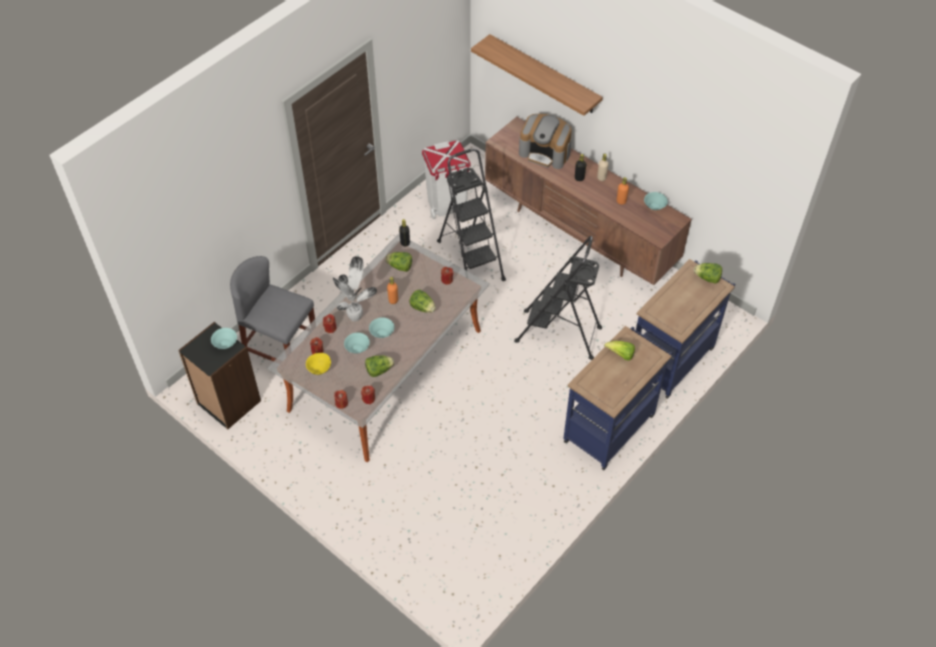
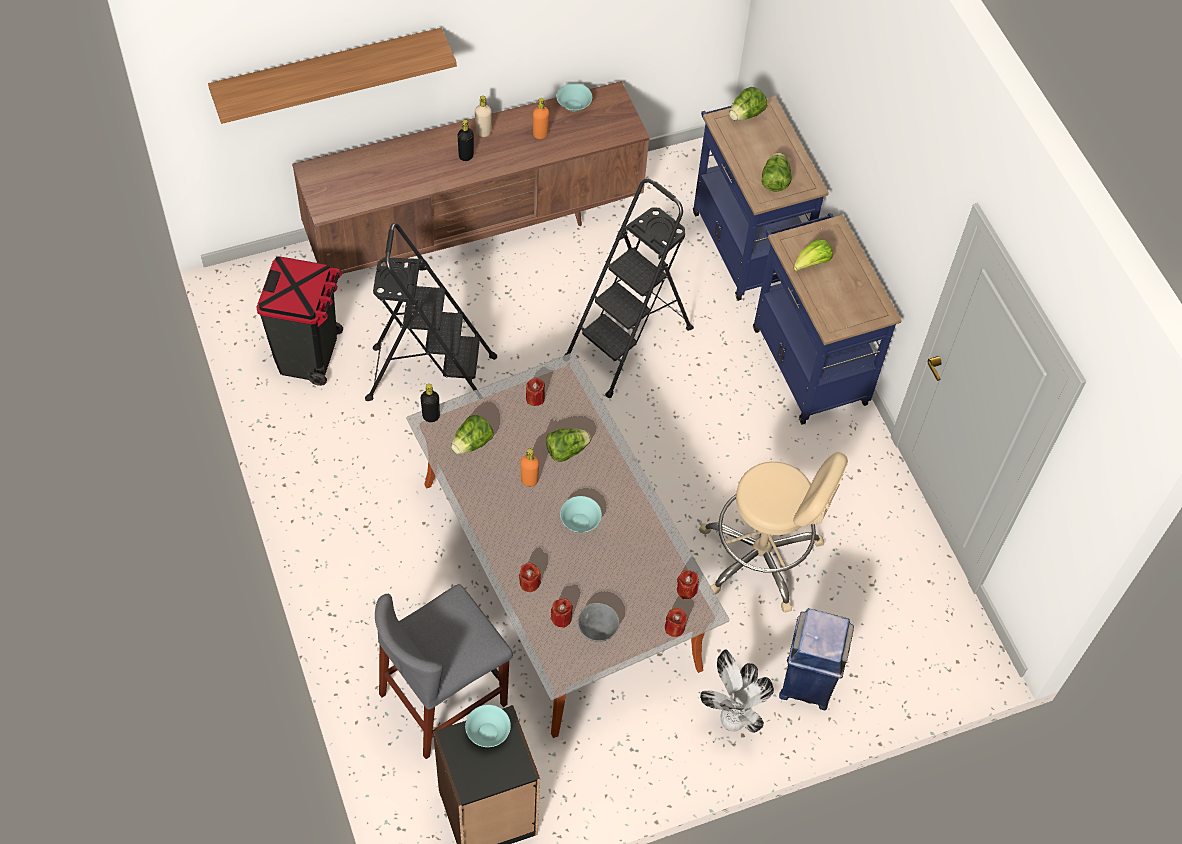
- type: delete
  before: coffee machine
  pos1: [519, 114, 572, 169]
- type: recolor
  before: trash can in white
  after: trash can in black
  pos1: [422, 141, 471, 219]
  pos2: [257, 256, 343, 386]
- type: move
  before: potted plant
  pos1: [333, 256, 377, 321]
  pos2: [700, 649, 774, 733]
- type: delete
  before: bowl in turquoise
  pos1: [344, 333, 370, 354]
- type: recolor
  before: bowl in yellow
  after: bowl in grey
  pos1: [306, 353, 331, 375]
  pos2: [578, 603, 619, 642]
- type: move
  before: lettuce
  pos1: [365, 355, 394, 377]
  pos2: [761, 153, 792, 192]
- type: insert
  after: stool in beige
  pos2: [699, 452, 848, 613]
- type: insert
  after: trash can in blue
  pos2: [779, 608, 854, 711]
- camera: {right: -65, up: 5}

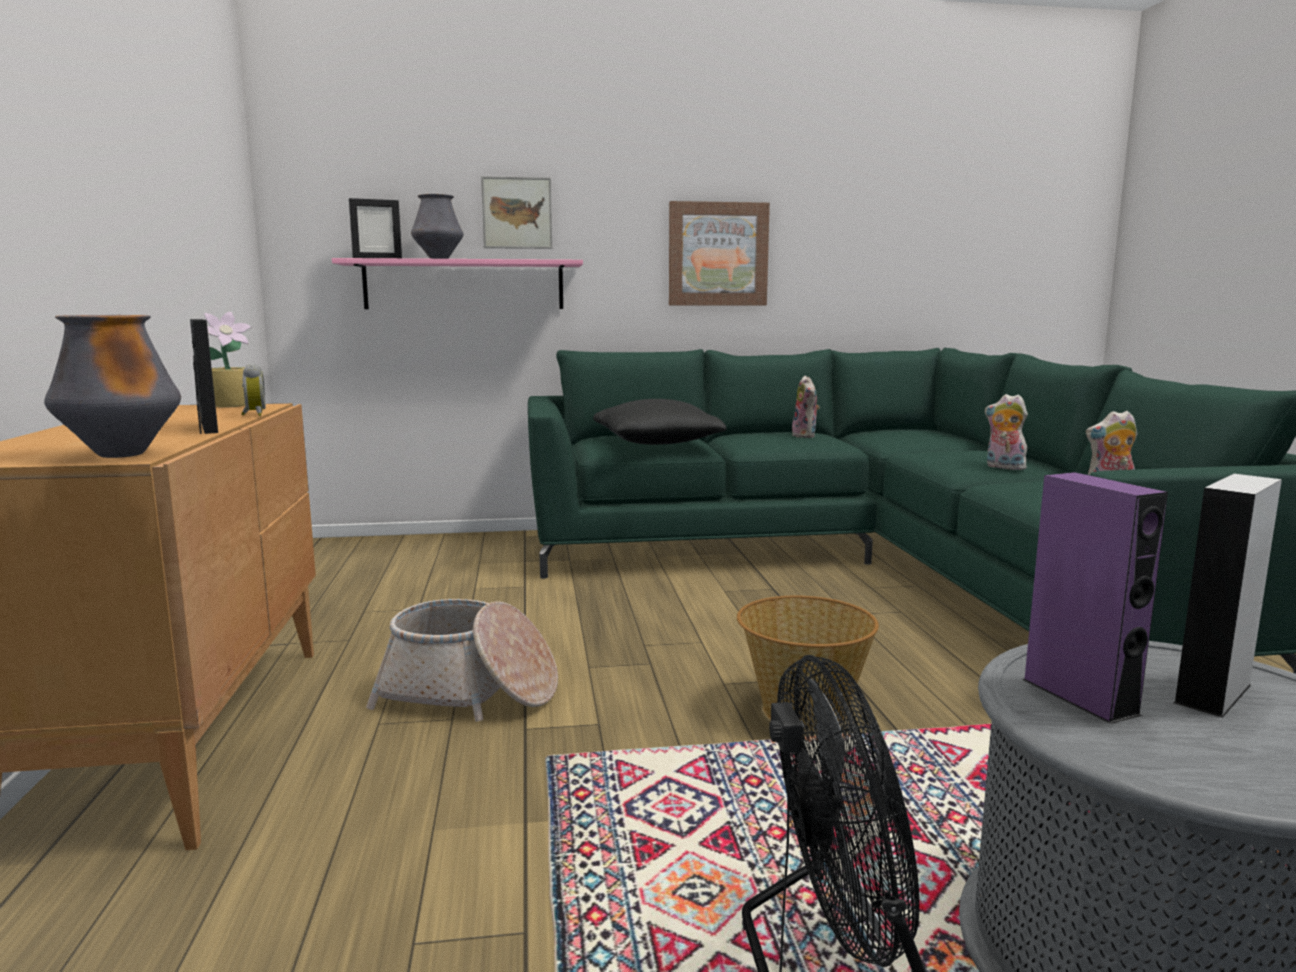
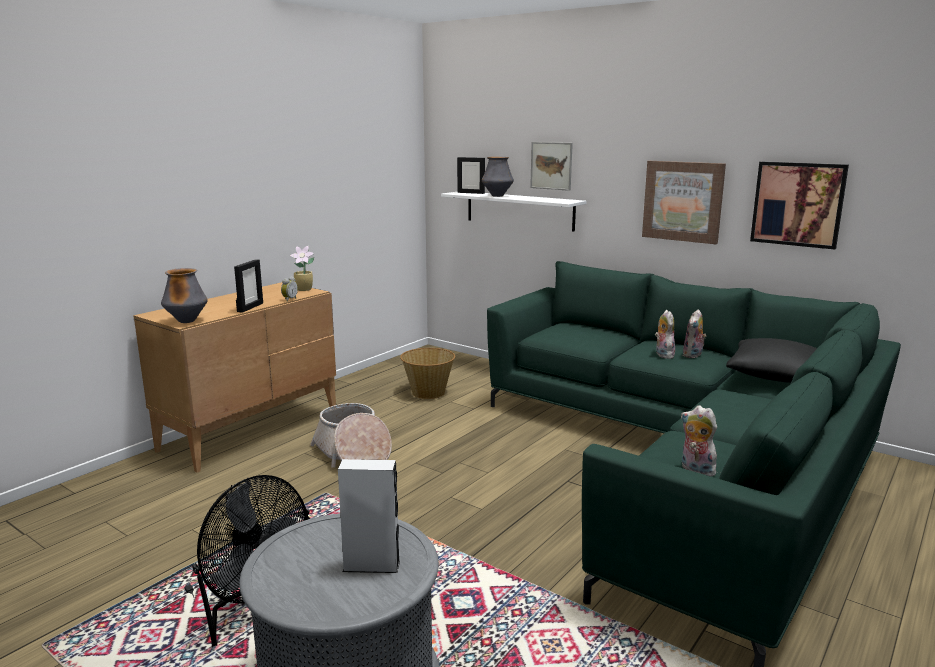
- type: recolor
  before: shelf in pink
  after: shelf in white
  pos1: [332, 258, 583, 309]
  pos2: [441, 192, 587, 231]
- type: move
  before: plush toy
  pos1: [985, 394, 1028, 470]
  pos2: [655, 310, 675, 359]
- type: move
  before: pillow in black
  pos1: [593, 399, 727, 445]
  pos2: [726, 338, 817, 383]
- type: delete
  before: speaker in purple
  pos1: [1022, 472, 1168, 724]
- type: move
  before: basket
  pos1: [737, 596, 879, 730]
  pos2: [400, 348, 455, 399]
- type: insert
  after: picture
  pos2: [750, 162, 849, 250]
- camera: {right: 45, up: 5}

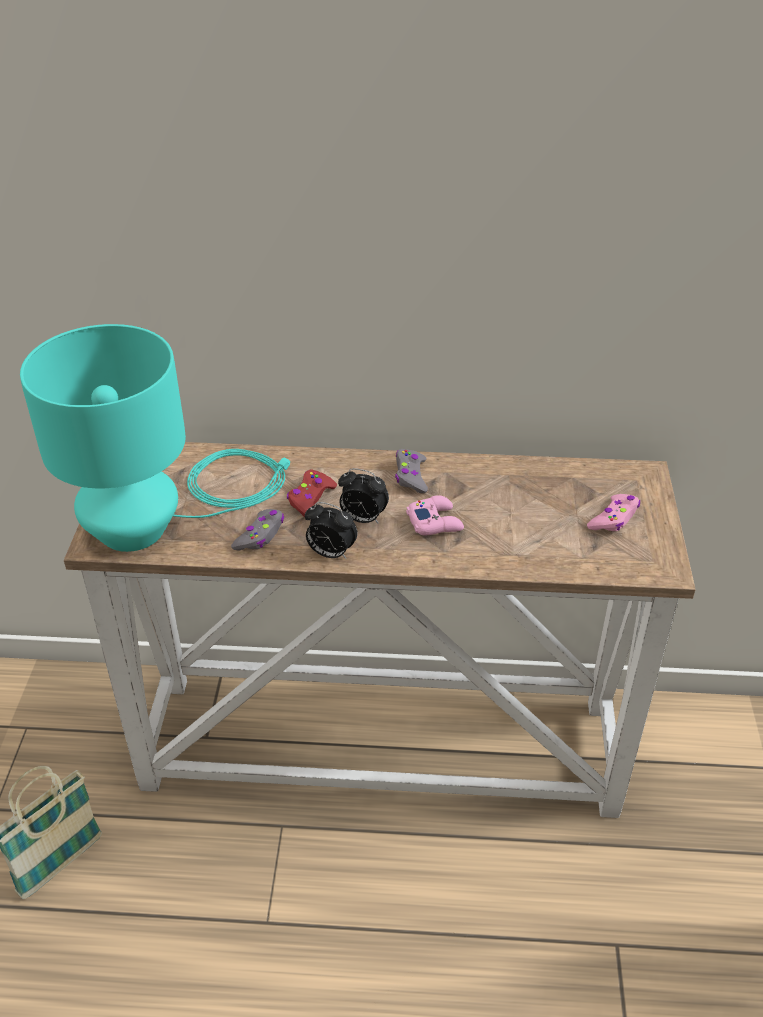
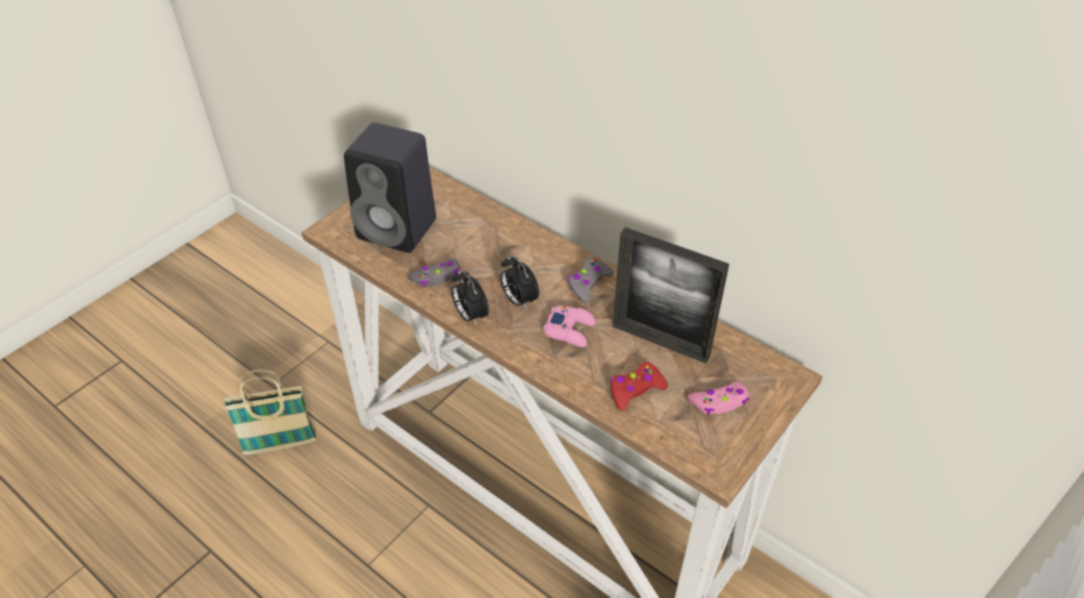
- type: replace
  before: table lamp in turquoise
  after: speaker in black
  pos1: [20, 324, 290, 552]
  pos2: [344, 122, 436, 253]
- type: move
  before: game controller in red
  pos1: [287, 470, 337, 517]
  pos2: [610, 362, 668, 410]
- type: insert
  after: picture frame
  pos2: [613, 227, 729, 364]
- camera: {right: 35, up: 5}

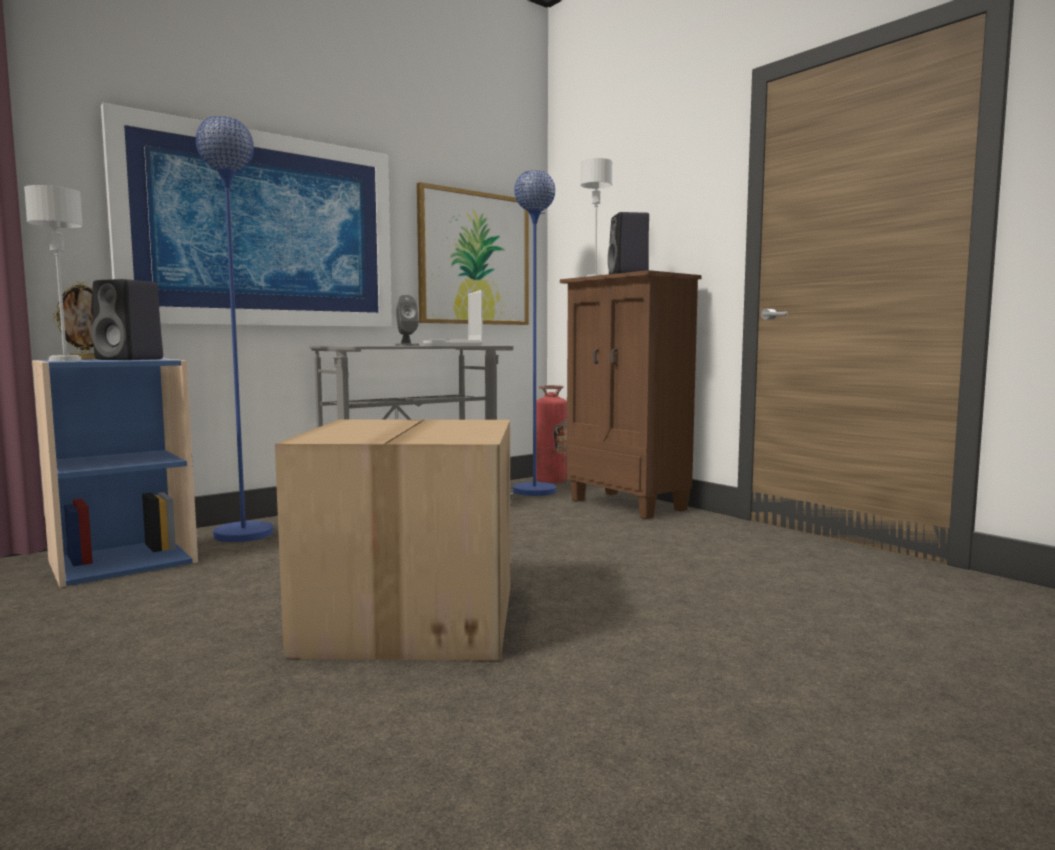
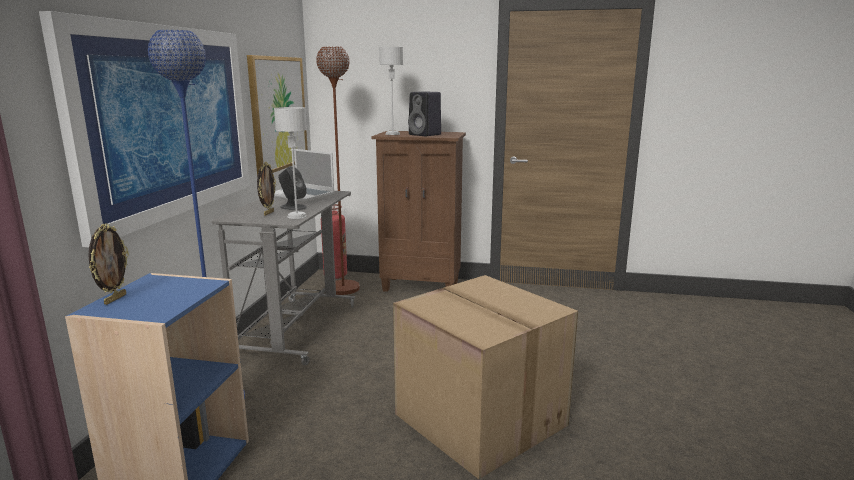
- type: recolor
  before: floor lamp in blue
  after: floor lamp in brown
  pos1: [513, 170, 556, 496]
  pos2: [316, 46, 360, 295]
- type: move
  before: table lamp in grey
  pos1: [24, 185, 83, 361]
  pos2: [274, 107, 307, 219]
- type: delete
  before: speaker in black
  pos1: [92, 279, 163, 360]
- type: insert
  after: picture frame
  pos2: [257, 162, 276, 216]
- camera: {right: -40, up: 10}

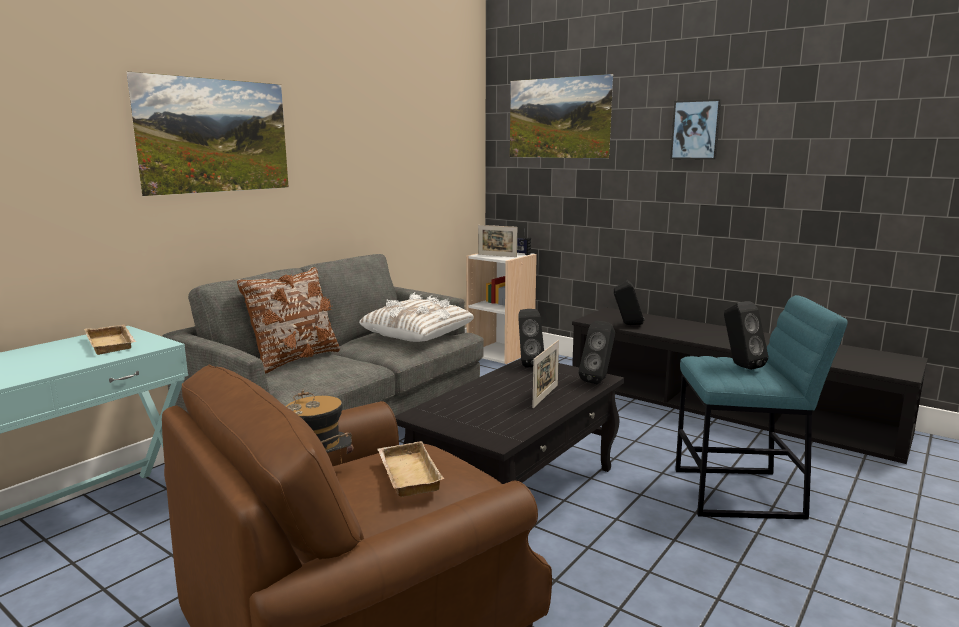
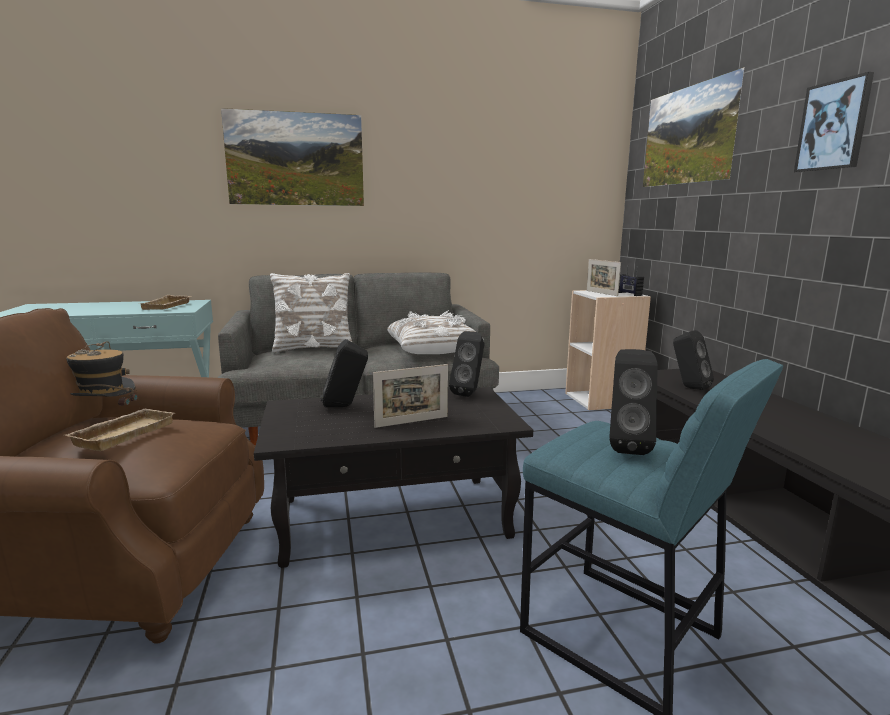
- type: recolor
  before: pillow in brown
  after: pillow in white
  pos1: [237, 267, 340, 374]
  pos2: [270, 273, 352, 353]
- type: move
  before: speaker in black
  pos1: [579, 321, 615, 384]
  pos2: [321, 339, 368, 407]
- camera: {right: 40, up: 0}

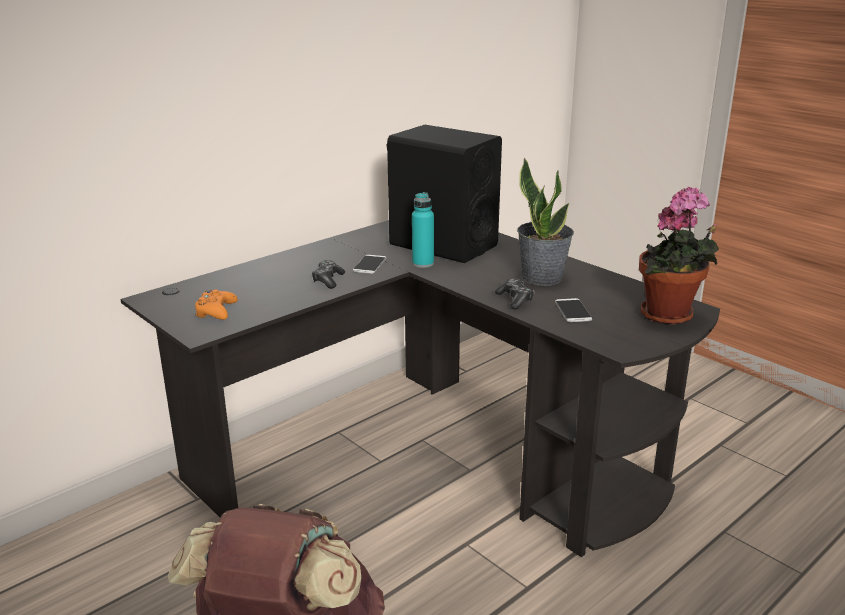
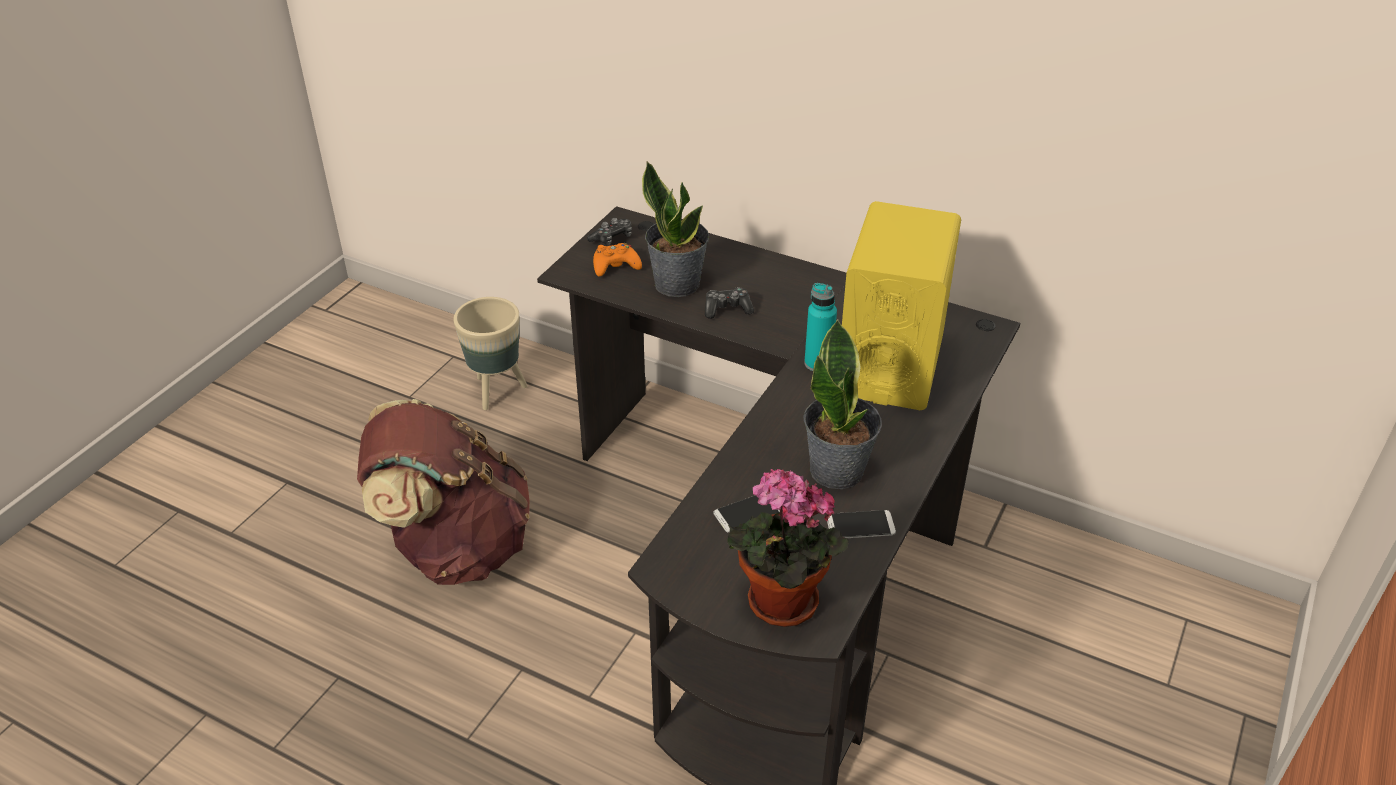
- type: recolor
  before: speaker in black
  after: speaker in yellow
  pos1: [387, 125, 502, 263]
  pos2: [842, 201, 961, 410]
- type: move
  before: phone
  pos1: [353, 255, 386, 274]
  pos2: [827, 510, 896, 538]
- type: move
  before: game controller
  pos1: [495, 278, 534, 309]
  pos2: [587, 218, 632, 246]
- type: insert
  after: potted plant
  pos2: [642, 161, 709, 297]
- type: insert
  after: planter in beige
  pos2: [453, 297, 527, 410]
- camera: {right: 70, up: 15}

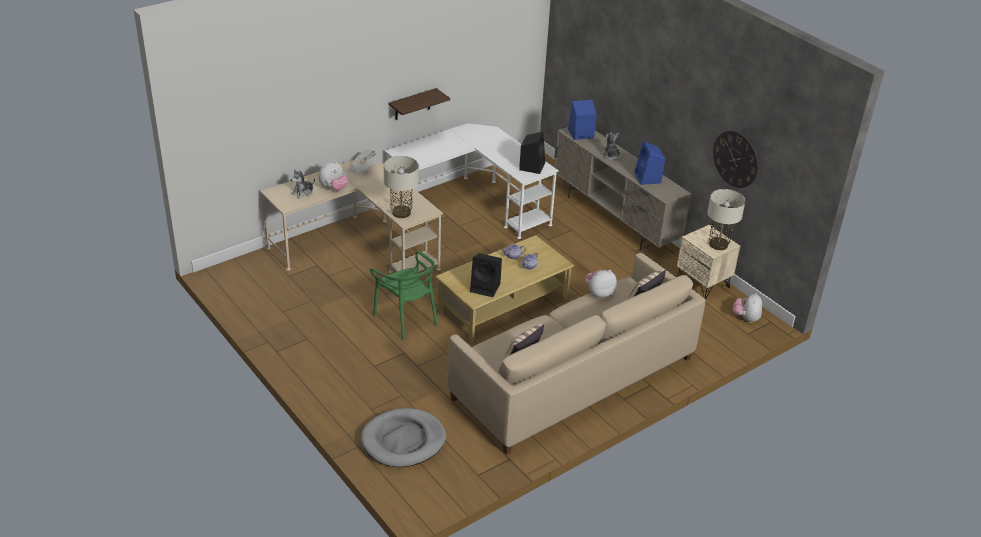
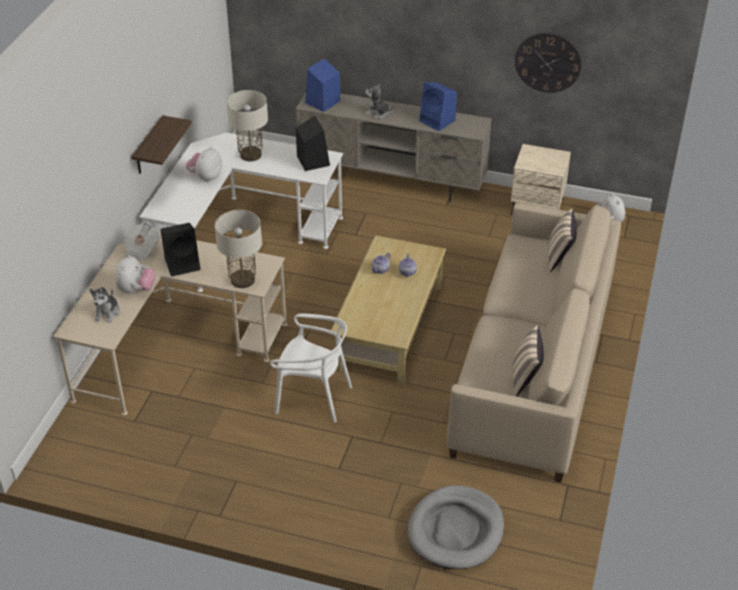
- type: move
  before: table lamp
  pos1: [707, 189, 746, 250]
  pos2: [226, 90, 268, 161]
- type: recolor
  before: chair in green
  after: chair in white
  pos1: [370, 251, 438, 340]
  pos2: [270, 314, 352, 423]
- type: move
  before: speaker in black
  pos1: [470, 253, 502, 297]
  pos2: [161, 223, 200, 276]
- type: move
  before: plush toy
  pos1: [585, 270, 617, 298]
  pos2: [186, 147, 222, 182]
- camera: {right: -35, up: 5}

